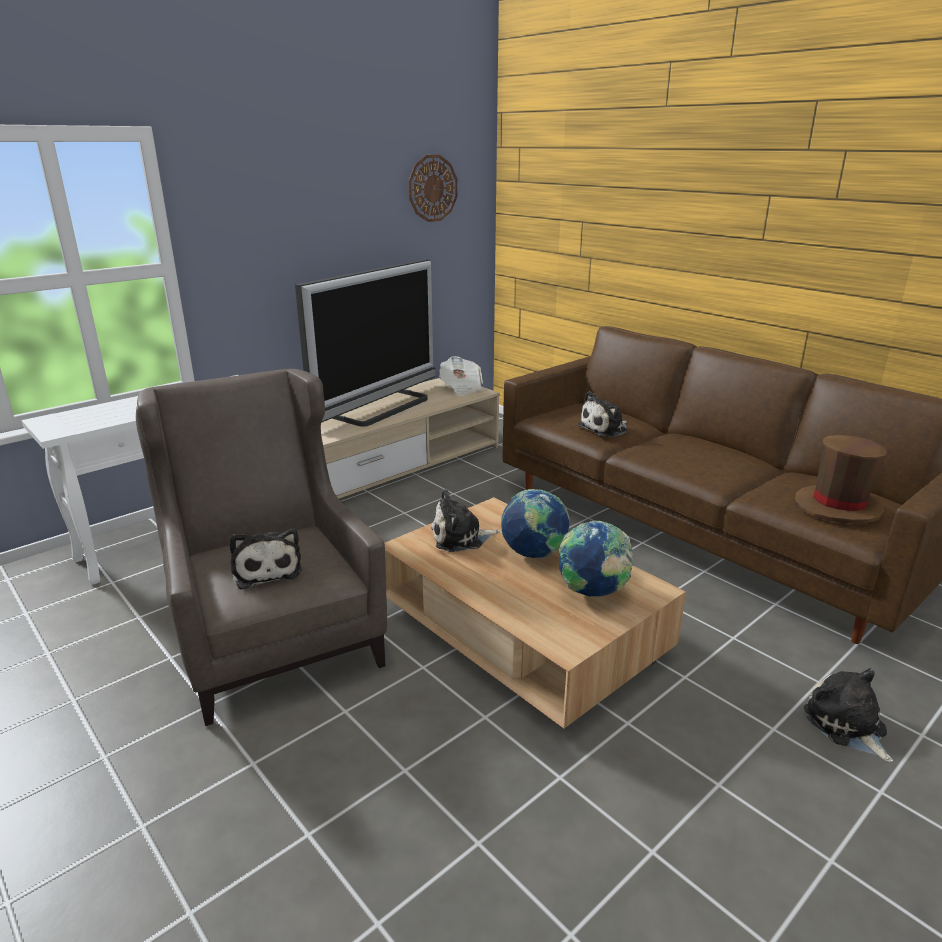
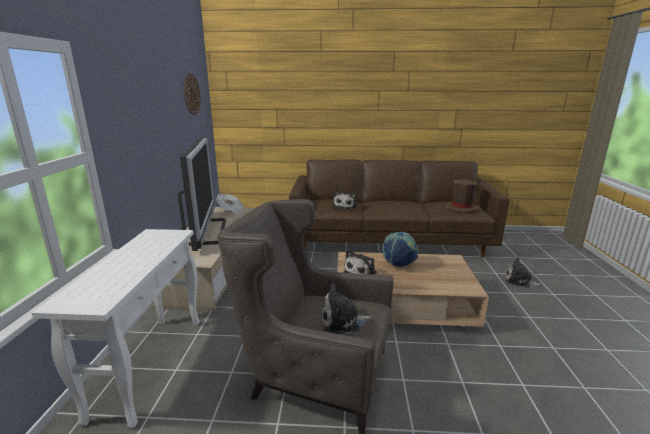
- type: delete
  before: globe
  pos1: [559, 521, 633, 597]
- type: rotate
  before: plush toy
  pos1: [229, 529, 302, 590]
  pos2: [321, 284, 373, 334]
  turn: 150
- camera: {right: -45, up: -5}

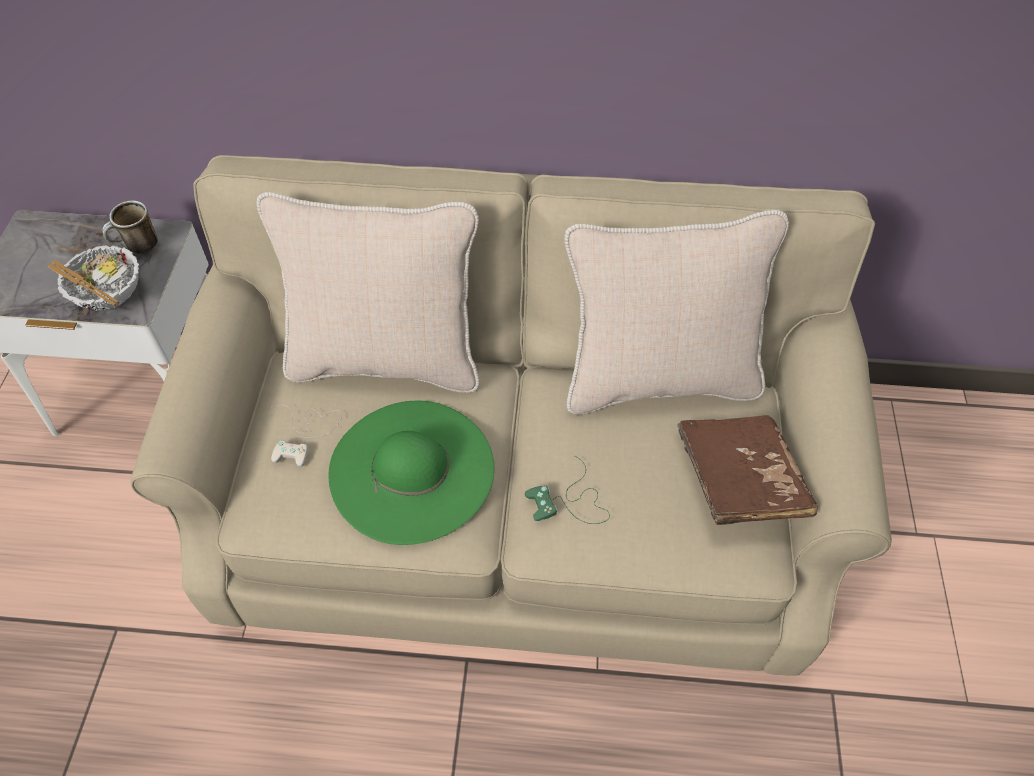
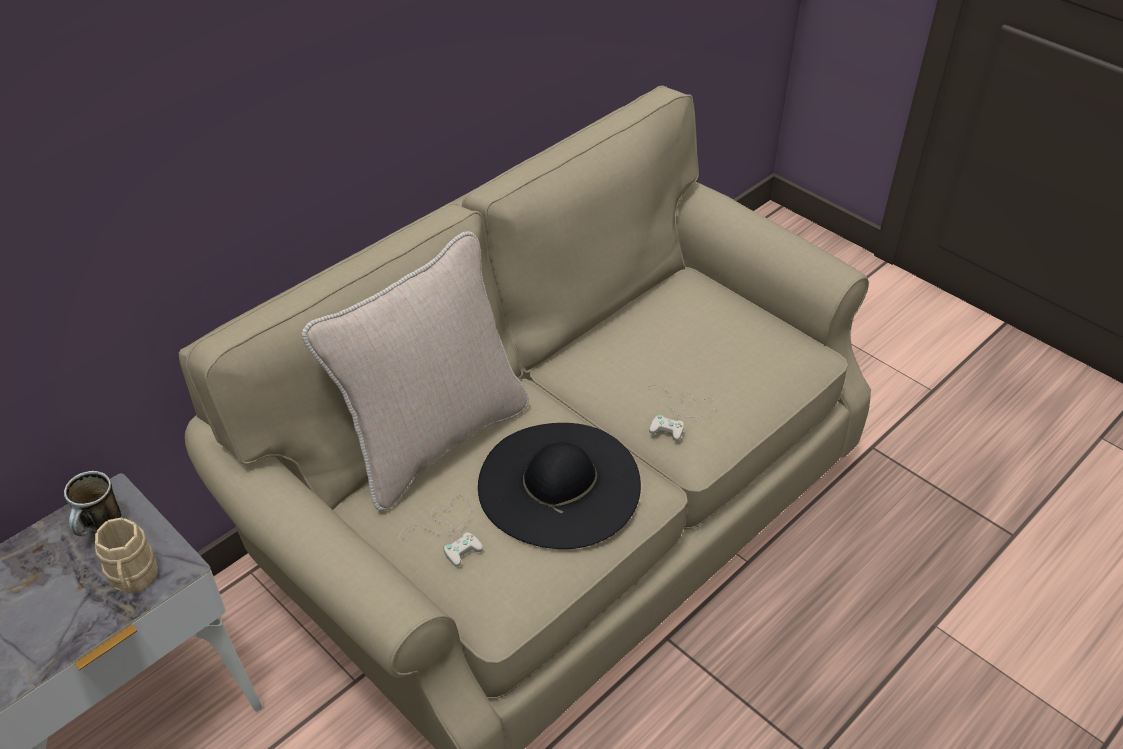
- type: delete
  before: pillow in beige
  pos1: [564, 210, 789, 415]
- type: replace
  before: bowl
  after: mug in beige
  pos1: [48, 246, 139, 311]
  pos2: [95, 518, 158, 593]
- type: recolor
  before: hat in green
  after: hat in black
  pos1: [328, 400, 495, 545]
  pos2: [478, 423, 641, 549]
- type: delete
  before: book in brown
  pos1: [678, 415, 818, 525]
- type: recolor
  before: game controller in green
  after: game controller in white
  pos1: [525, 456, 610, 524]
  pos2: [647, 385, 716, 441]
- camera: {right: -50, up: -10}

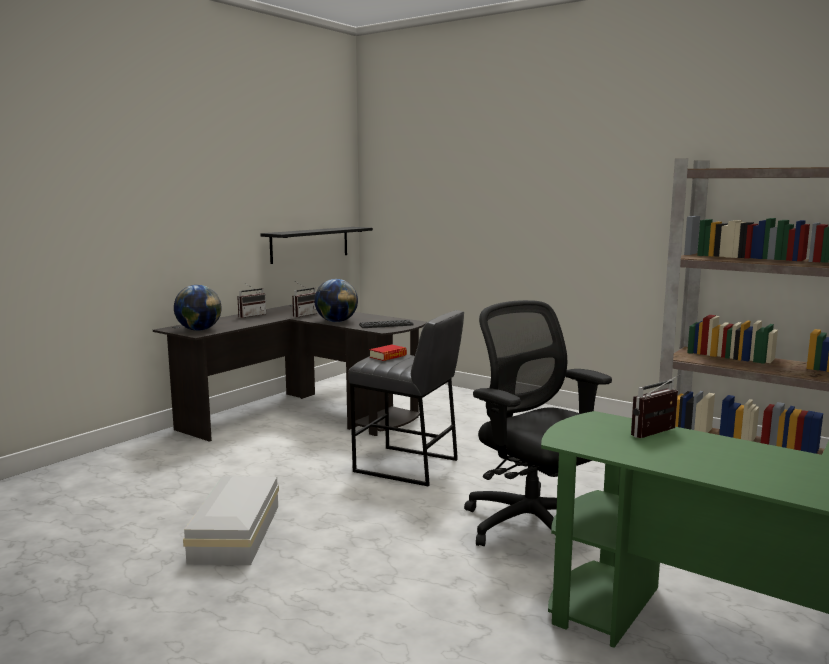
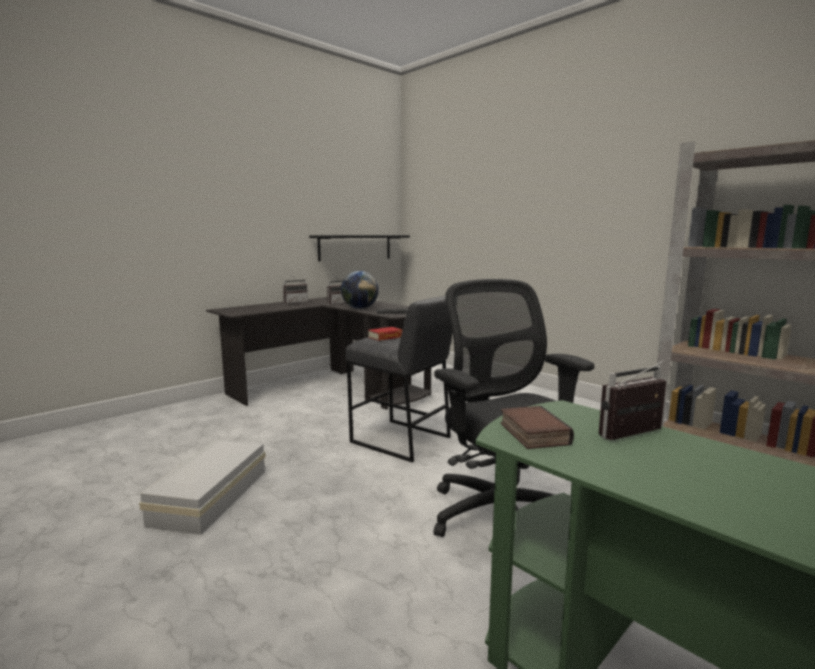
- type: delete
  before: globe
  pos1: [174, 285, 222, 331]
- type: insert
  after: book
  pos2: [500, 406, 574, 449]
- camera: {right: 10, up: 0}

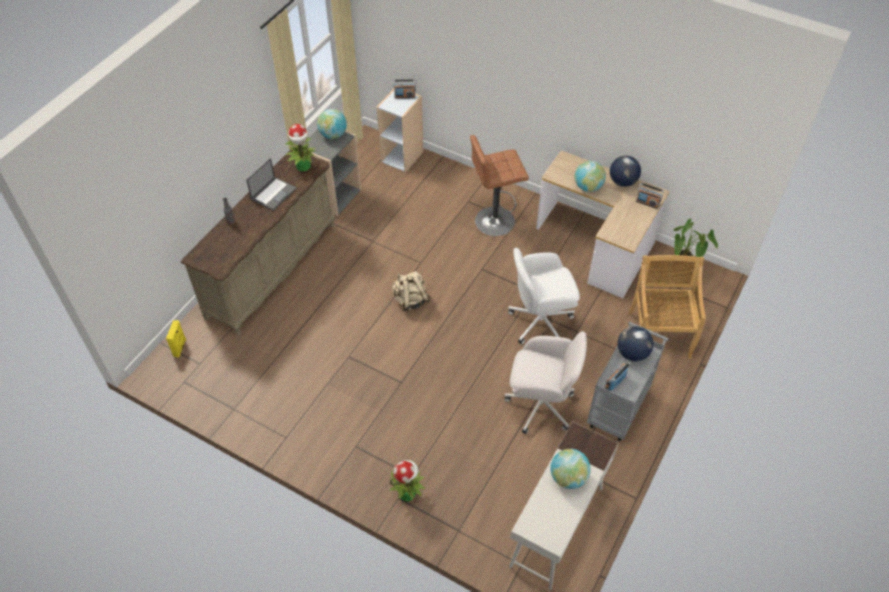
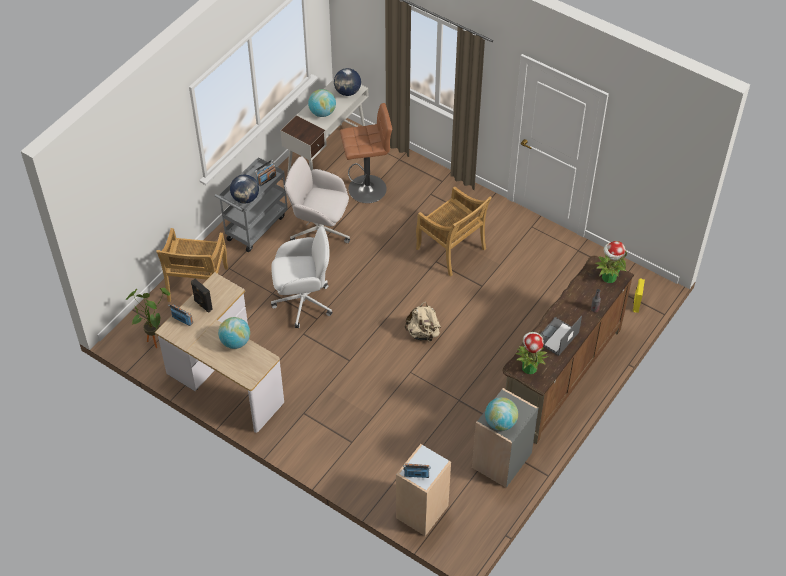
- type: move
  before: stool in brown
  pos1: [470, 135, 529, 236]
  pos2: [340, 103, 392, 203]
- type: move
  before: globe
  pos1: [610, 155, 641, 187]
  pos2: [334, 68, 361, 96]
- type: move
  before: potted plant
  pos1: [389, 460, 426, 501]
  pos2: [595, 241, 627, 283]
- type: insert
  after: chair in beige
  pos2: [416, 187, 492, 277]
- type: insert
  after: speaker in black
  pos2: [191, 279, 213, 312]
- camera: {right: -175, up: 0}

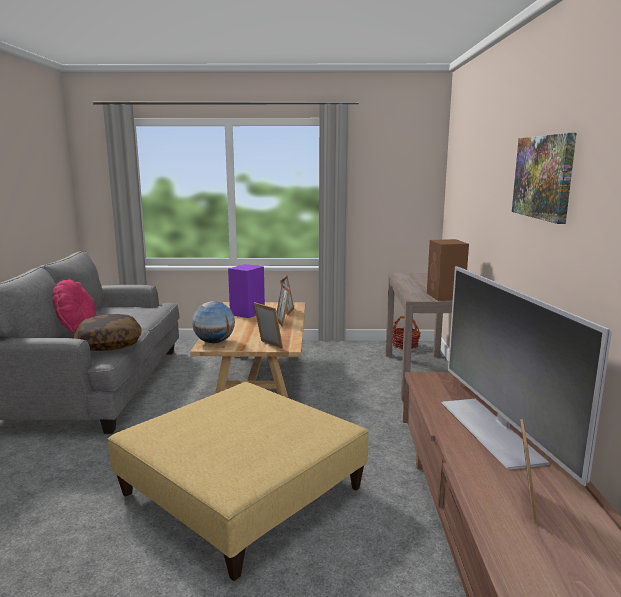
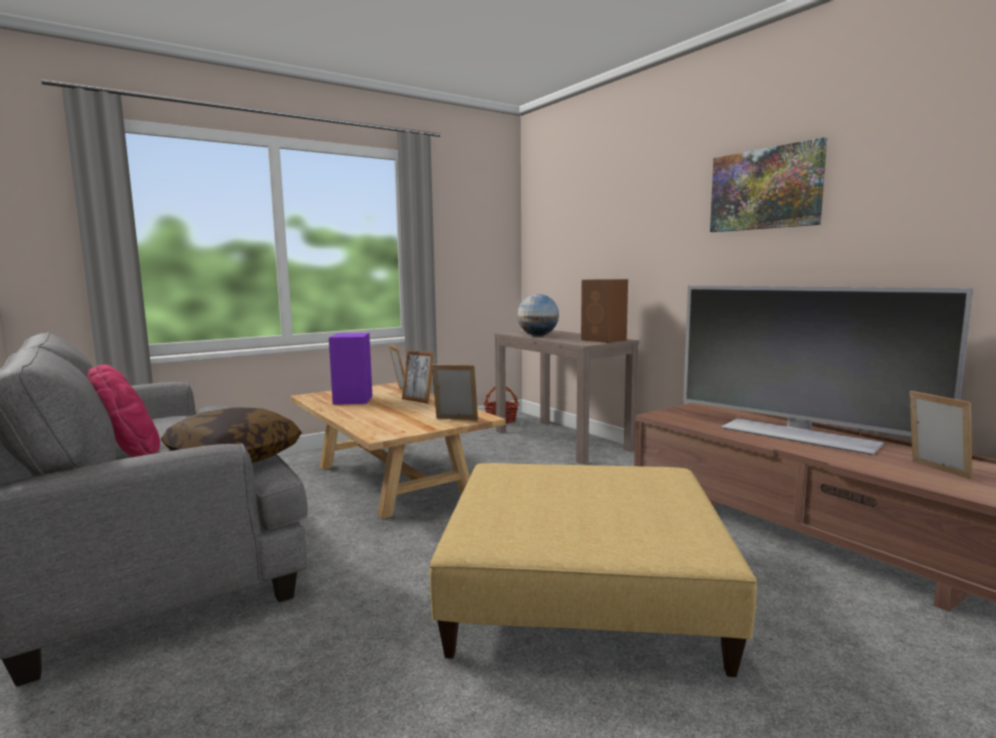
- type: move
  before: globe
  pos1: [192, 301, 235, 343]
  pos2: [517, 294, 559, 336]
- camera: {right: -35, up: -5}

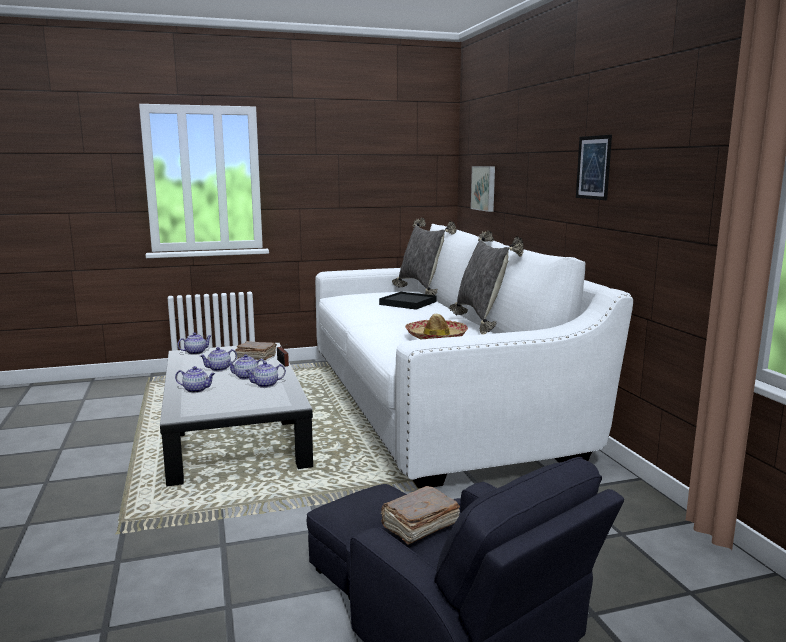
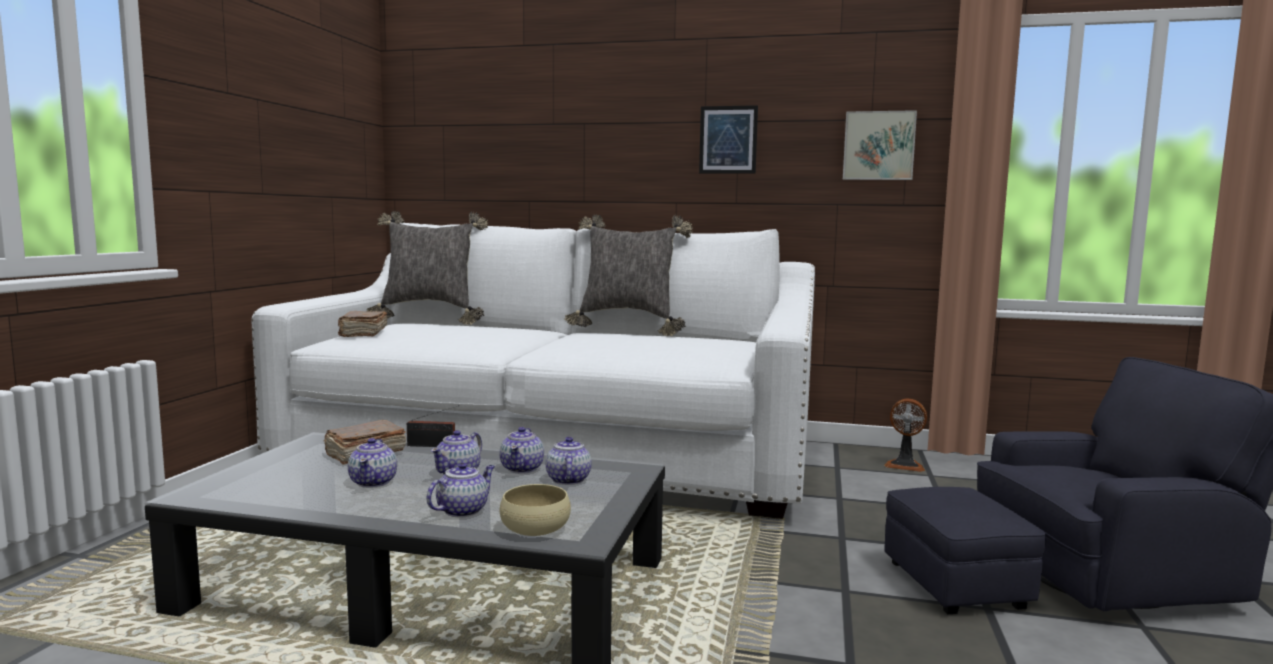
- type: move
  before: picture
  pos1: [471, 166, 495, 212]
  pos2: [843, 110, 917, 180]
- type: delete
  before: tray in black
  pos1: [379, 292, 437, 310]
- type: delete
  before: hat
  pos1: [405, 314, 468, 339]
- type: move
  before: teapot
  pos1: [178, 333, 212, 355]
  pos2: [546, 437, 592, 485]
- type: move
  before: book in brown
  pos1: [380, 486, 460, 545]
  pos2: [338, 311, 388, 337]
- type: insert
  after: fan
  pos2: [884, 398, 927, 472]
- type: insert
  after: bowl in beige
  pos2: [500, 484, 571, 536]
- camera: {right: -60, up: -5}

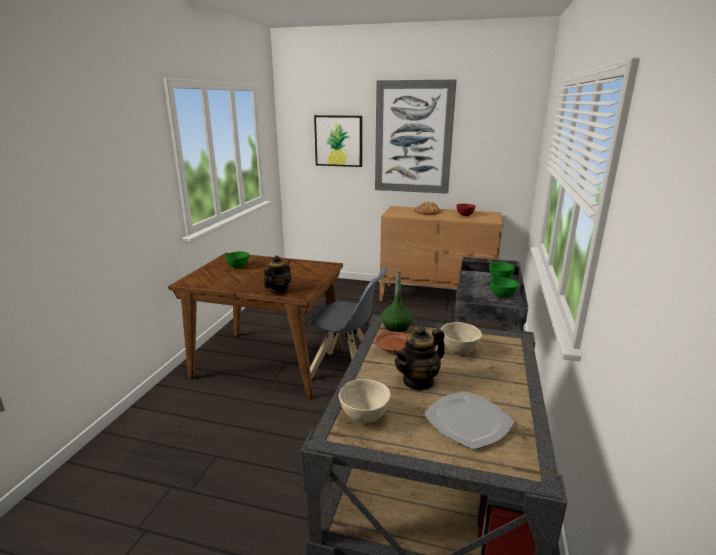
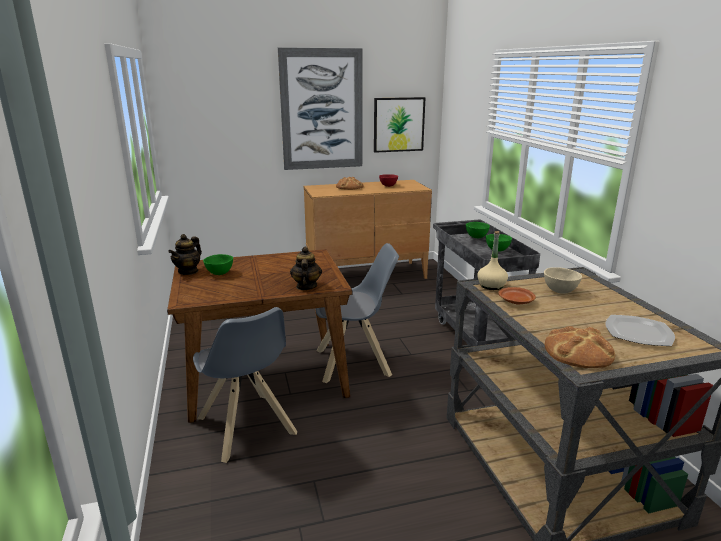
- type: move
  before: picture
  pos1: [314, 115, 362, 167]
  pos2: [374, 97, 426, 153]
- type: recolor
  before: bottle in green
  after: bottle in beige
  pos1: [381, 270, 413, 332]
  pos2: [477, 231, 508, 290]
- type: move
  before: teapot
  pos1: [393, 326, 445, 391]
  pos2: [168, 234, 202, 275]
- type: replace
  before: bowl in beige
  after: bread
  pos1: [339, 379, 391, 423]
  pos2: [545, 326, 615, 368]
- type: insert
  after: chair in grey
  pos2: [193, 307, 297, 463]
- camera: {right: -30, up: 0}

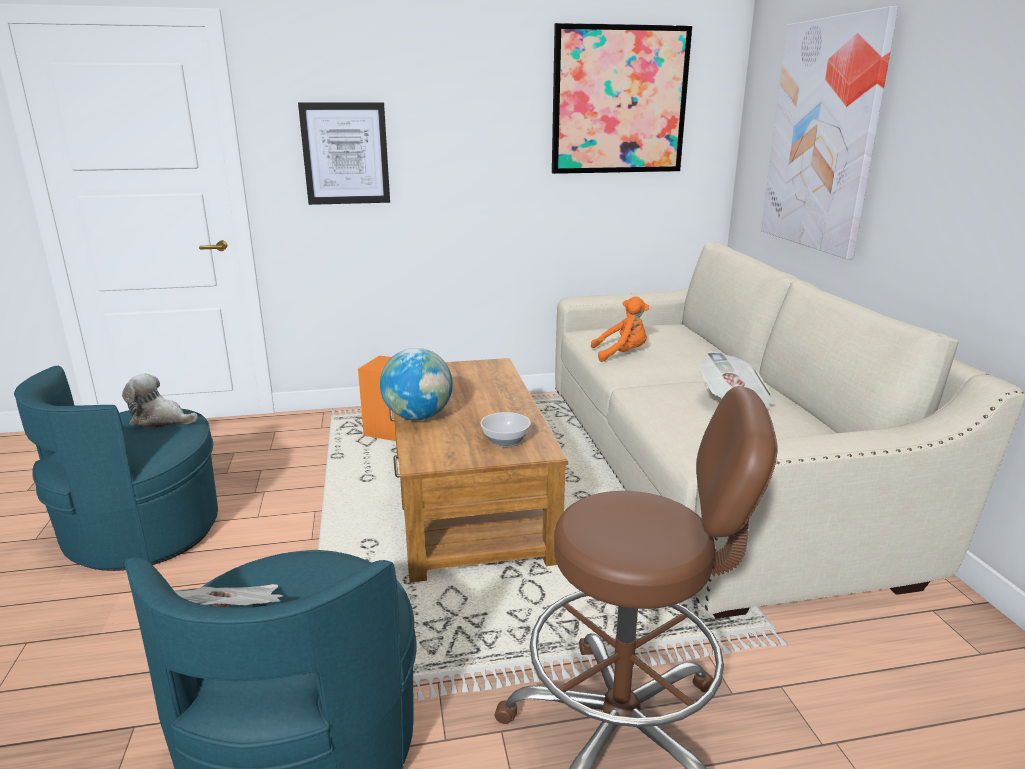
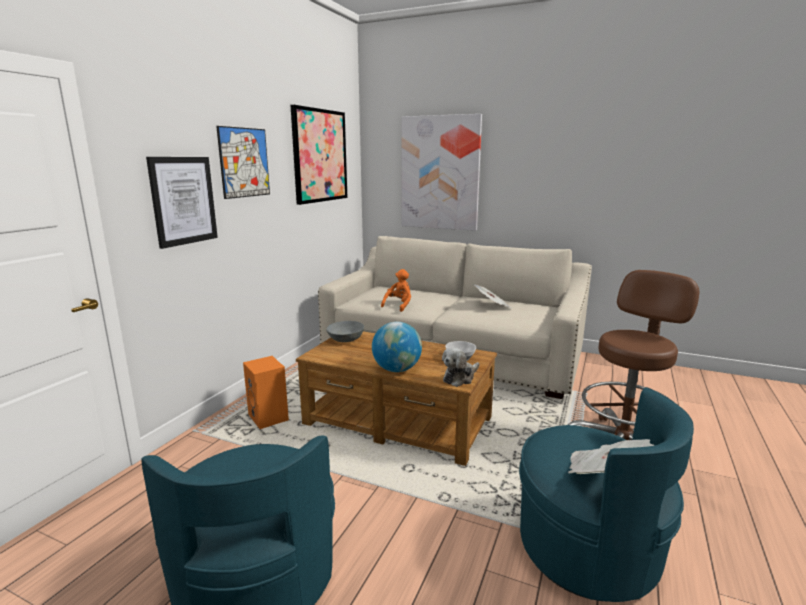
- type: move
  before: plush toy
  pos1: [122, 373, 198, 429]
  pos2: [442, 348, 479, 387]
- type: insert
  after: picture
  pos2: [216, 126, 270, 199]
- type: insert
  after: bowl in grey
  pos2: [326, 321, 364, 342]
- camera: {right: -55, up: -5}

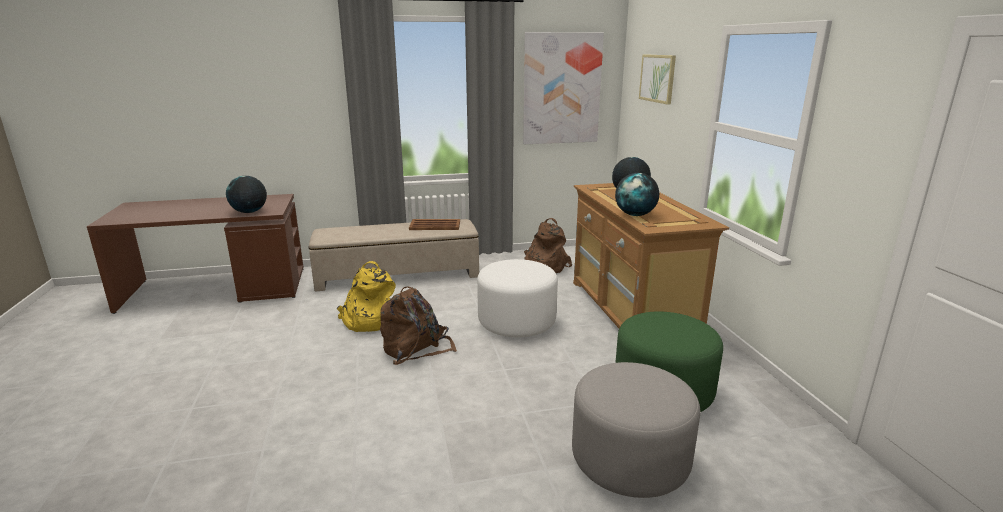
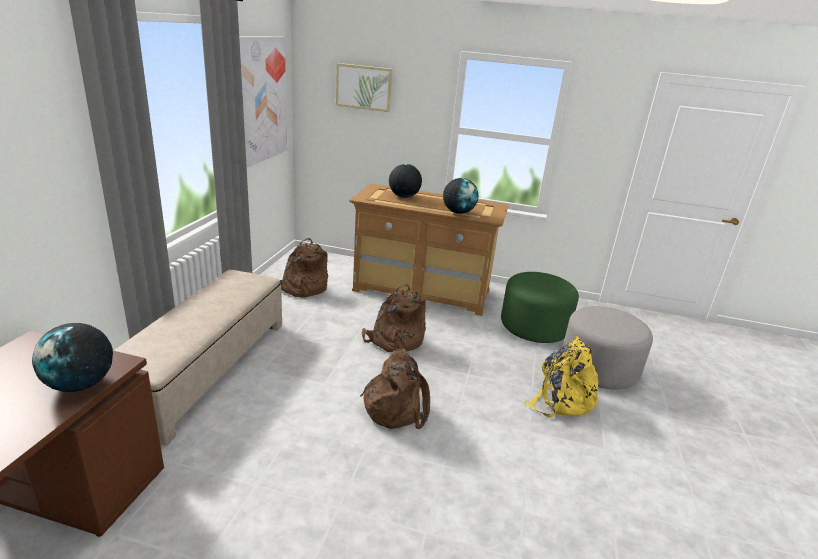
- type: delete
  before: tray in brown
  pos1: [409, 219, 460, 230]
- type: replace
  before: ottoman in white
  after: backpack in brown
  pos1: [477, 259, 558, 337]
  pos2: [362, 284, 426, 352]
- type: move
  before: backpack in yellow
  pos1: [337, 261, 396, 332]
  pos2: [524, 336, 598, 417]
- camera: {right: -65, up: 5}

